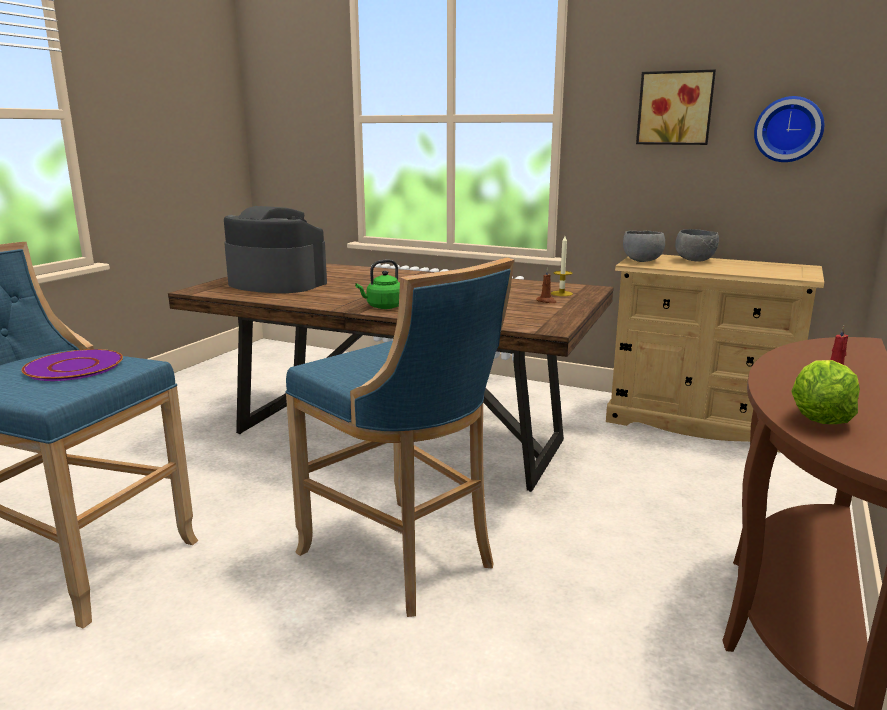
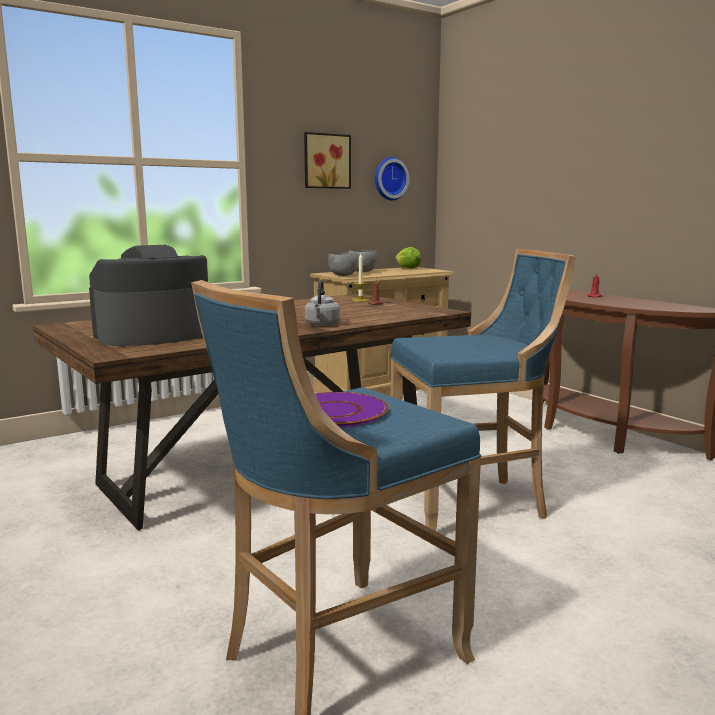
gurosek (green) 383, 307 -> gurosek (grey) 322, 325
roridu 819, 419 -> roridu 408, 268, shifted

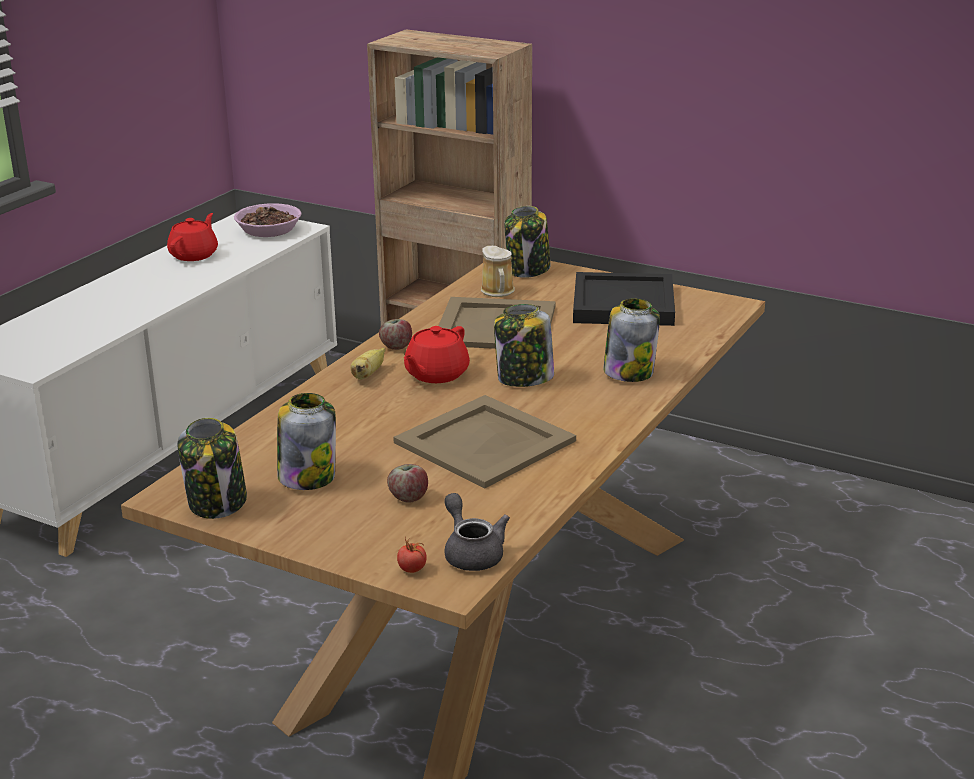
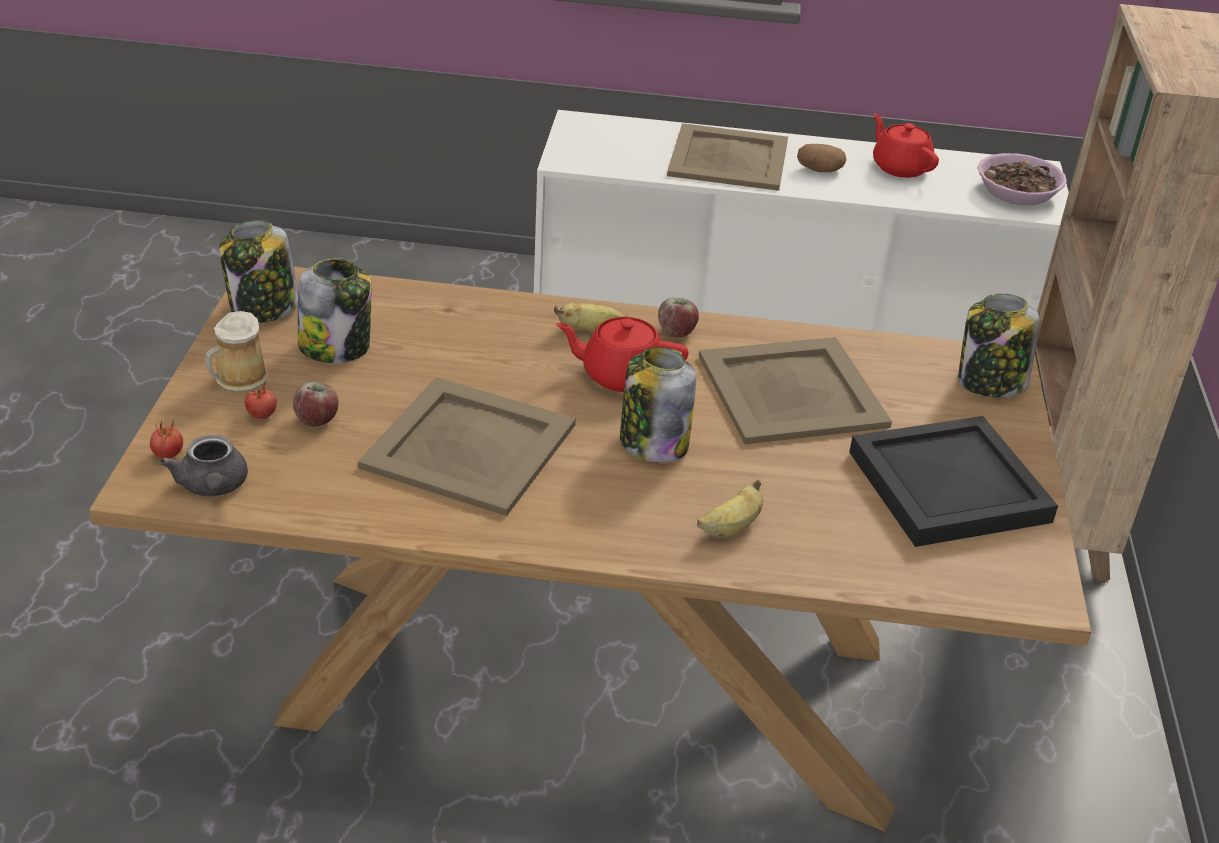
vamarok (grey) 471, 553 -> vamarok (grey) 212, 487, 120 degrees clockwise
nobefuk 498, 292 -> nobefuk 238, 379, shifted
none -> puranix 261, 415
none -> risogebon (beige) 729, 159
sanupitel 629, 372 -> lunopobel 730, 528
none -> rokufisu 819, 170
vamarok (red) 194, 255 -> vamarok (red) 900, 167, 120 degrees counterclockwise

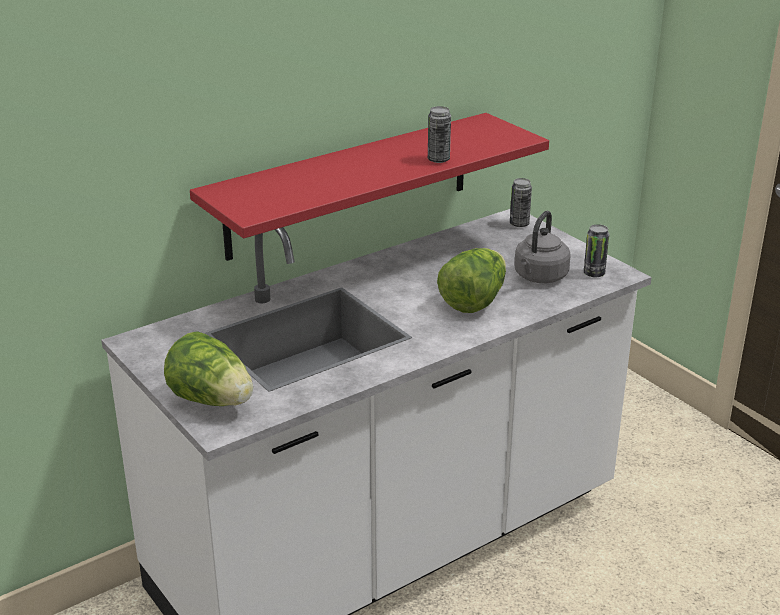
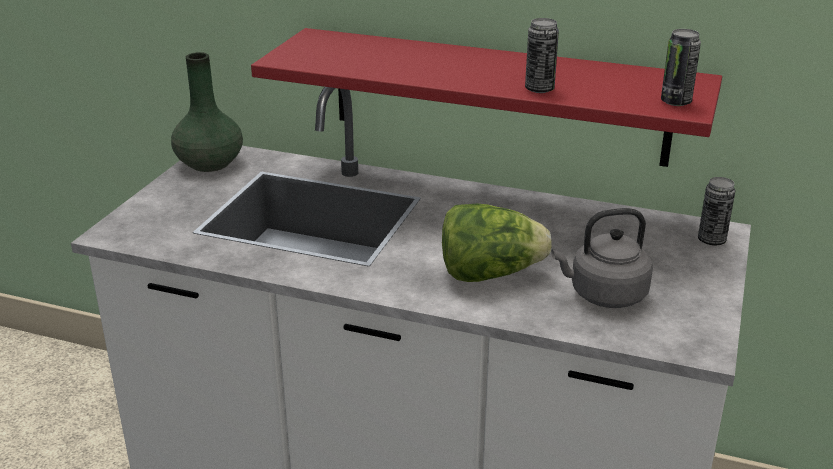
none -> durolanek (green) 209, 164
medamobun 594, 274 -> medamobun 676, 102, shifted
roridu 212, 400 -> none

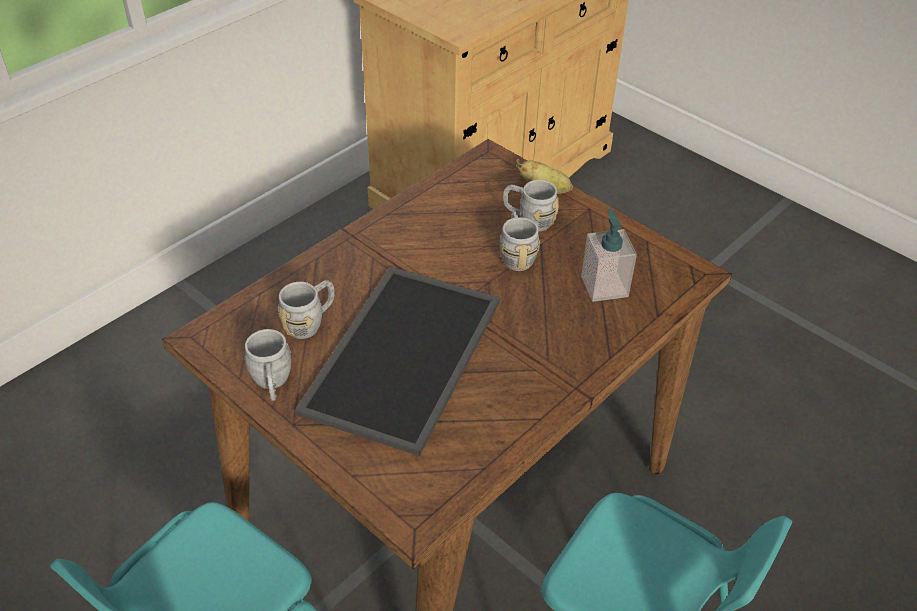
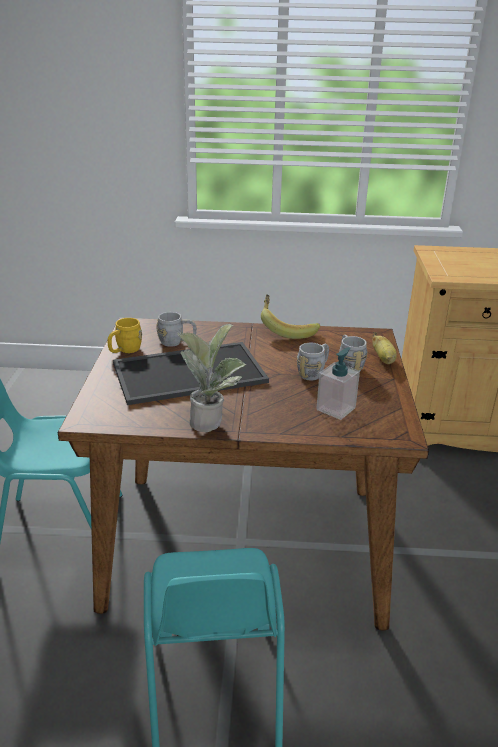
nobefuk (grey) 272, 384 -> nobefuk (yellow) 125, 350
none -> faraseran 212, 420
none -> lunopobel 287, 329

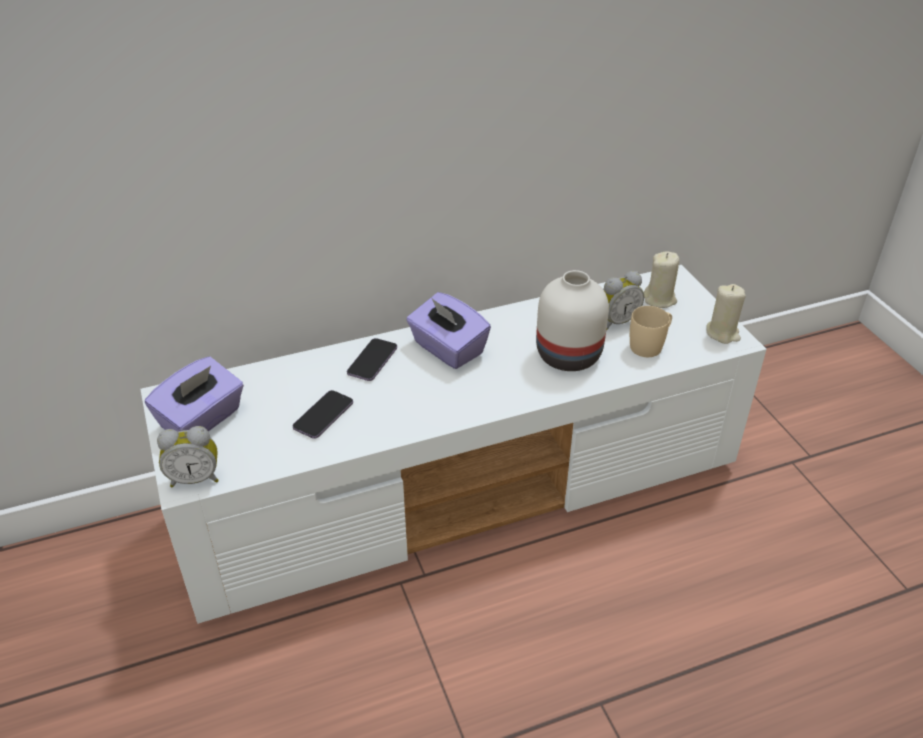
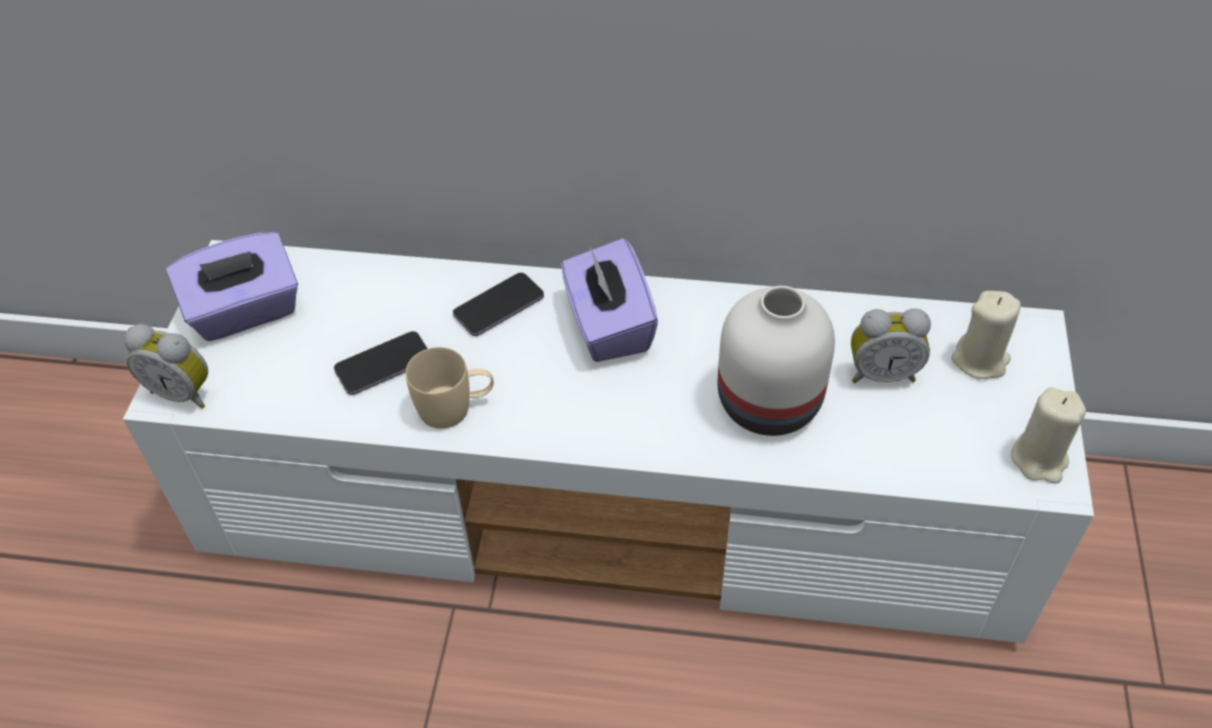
nobefuk (beige) 650, 345 -> nobefuk (beige) 455, 407, shifted

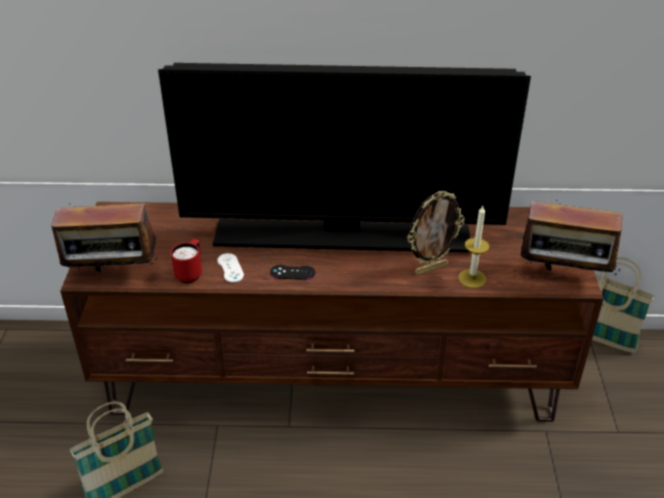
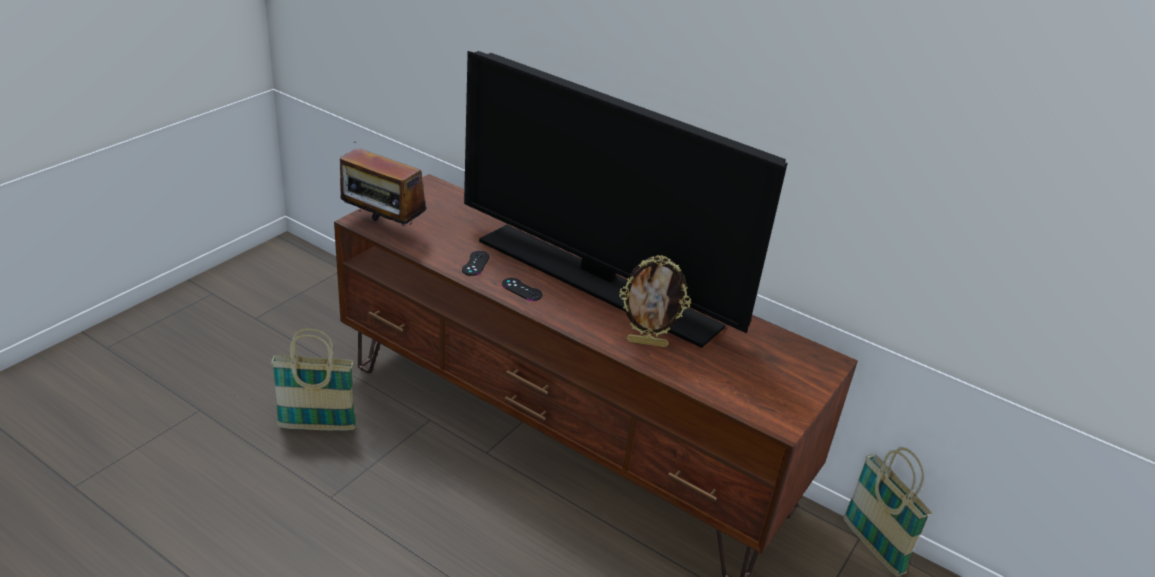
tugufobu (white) 230, 268 -> tugufobu (black) 475, 263
nobefuk (red) 190, 273 -> none
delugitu 472, 278 -> none
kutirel 563, 276 -> none

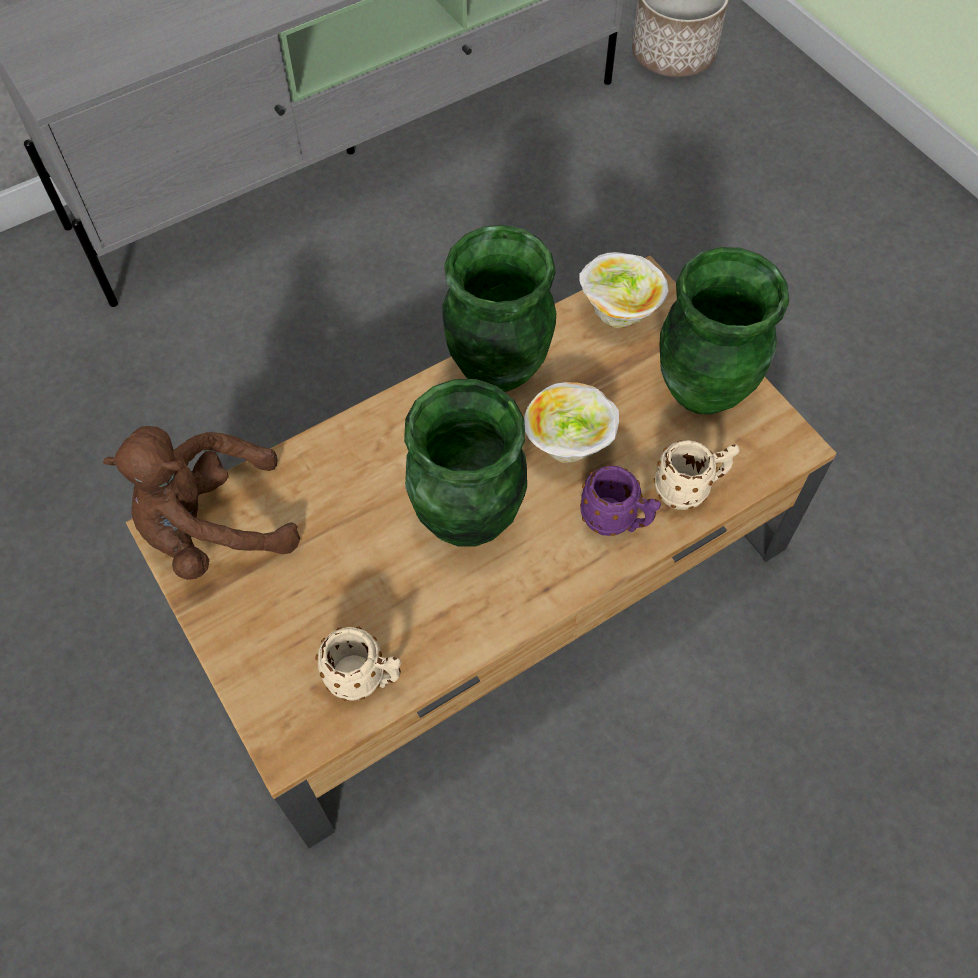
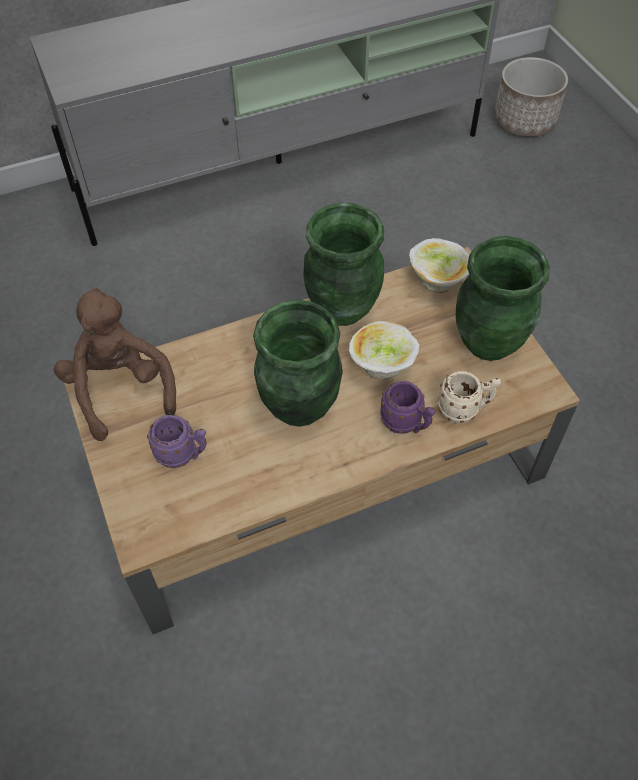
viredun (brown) 213, 528 -> viredun (brown) 120, 389, 75 degrees clockwise
none -> nobefuk (purple) 183, 455
nobefuk (beige) 365, 679 -> none

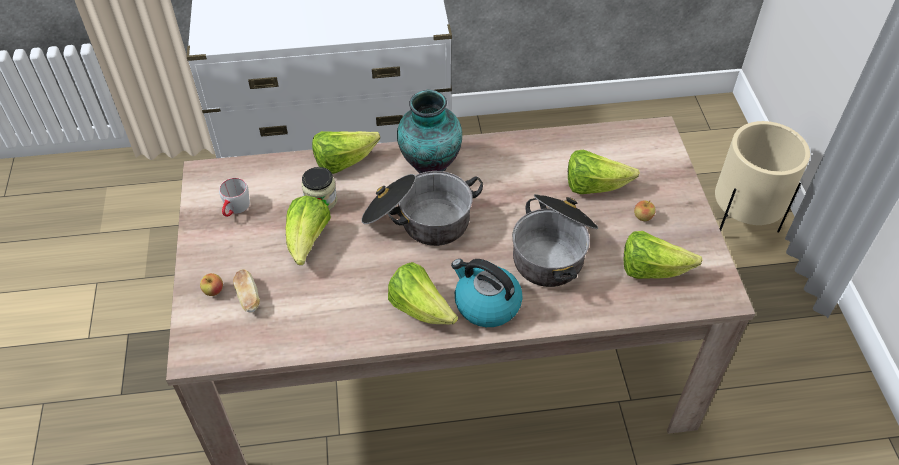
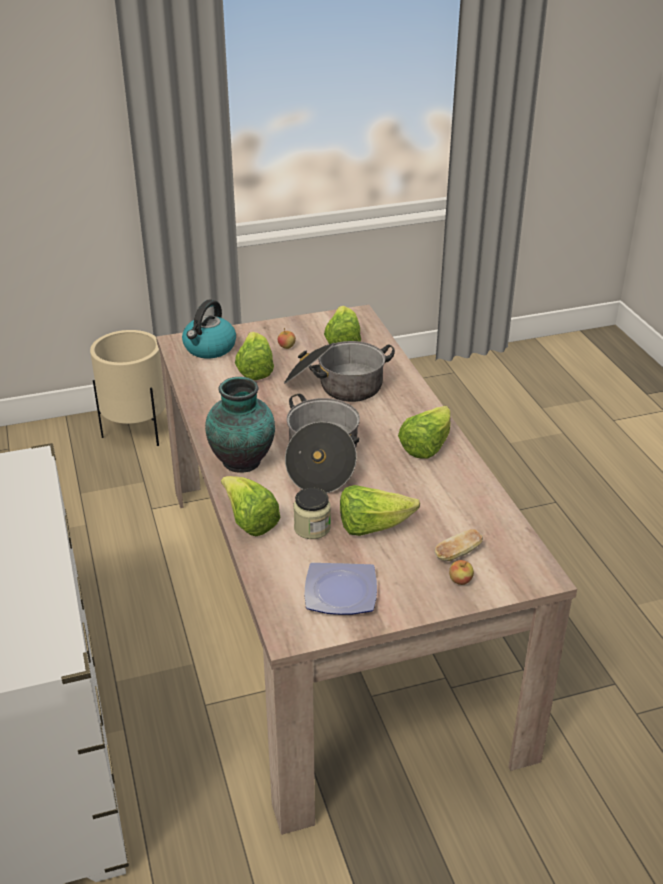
gurosek 486, 304 -> gurosek 209, 348, shifted
nobefuk (grey) 235, 209 -> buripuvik 342, 591

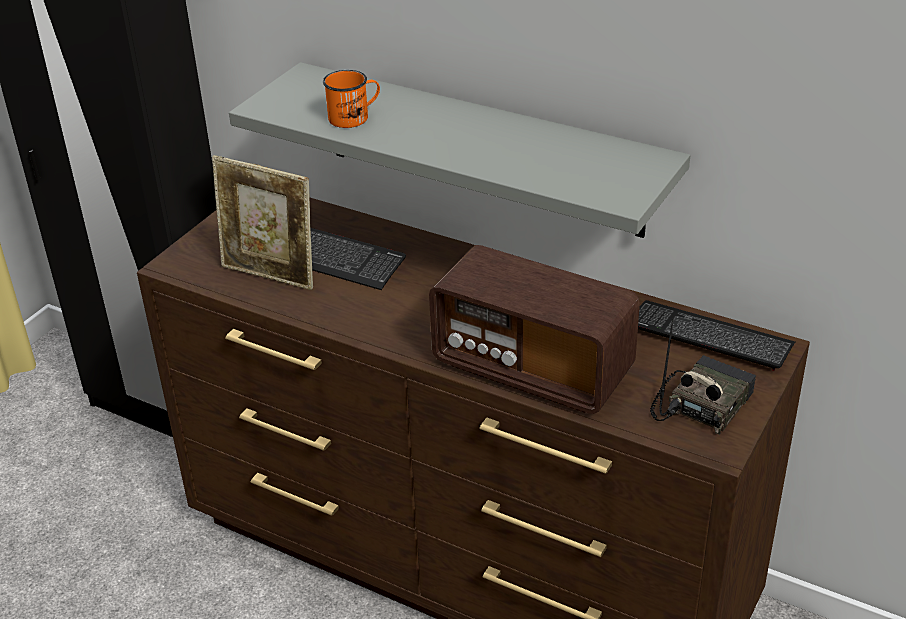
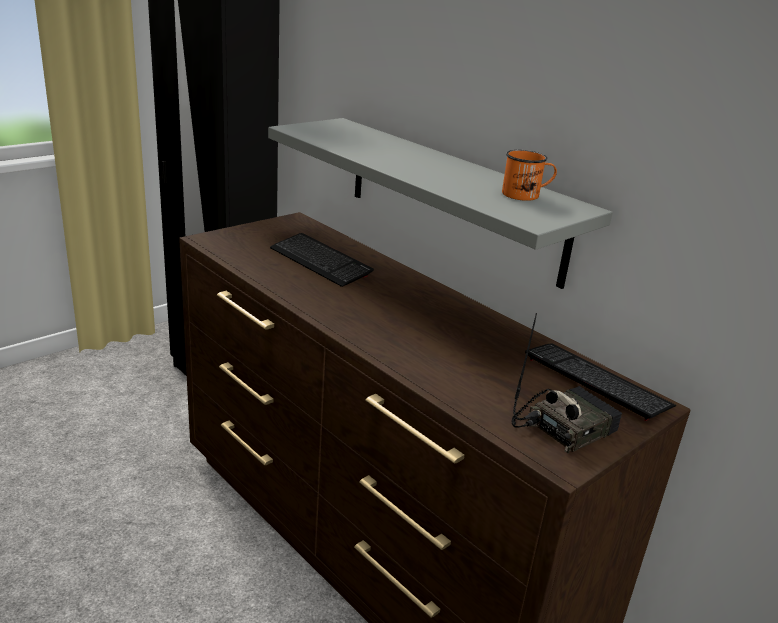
nobefuk (orange) 354, 117 -> nobefuk (orange) 526, 195, shifted
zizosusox 270, 275 -> none
kutirel 532, 369 -> none

